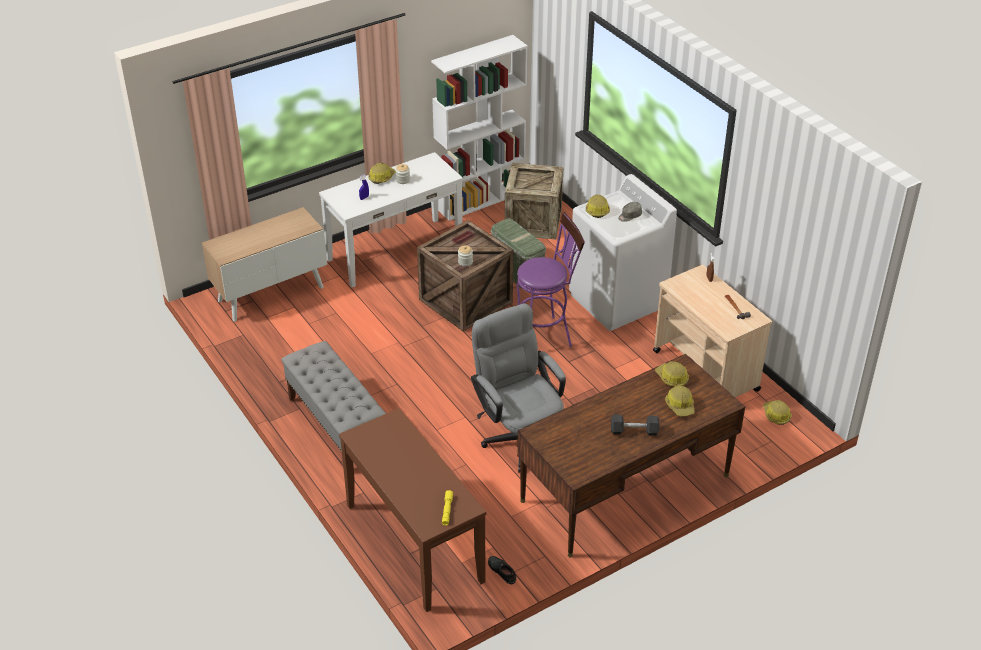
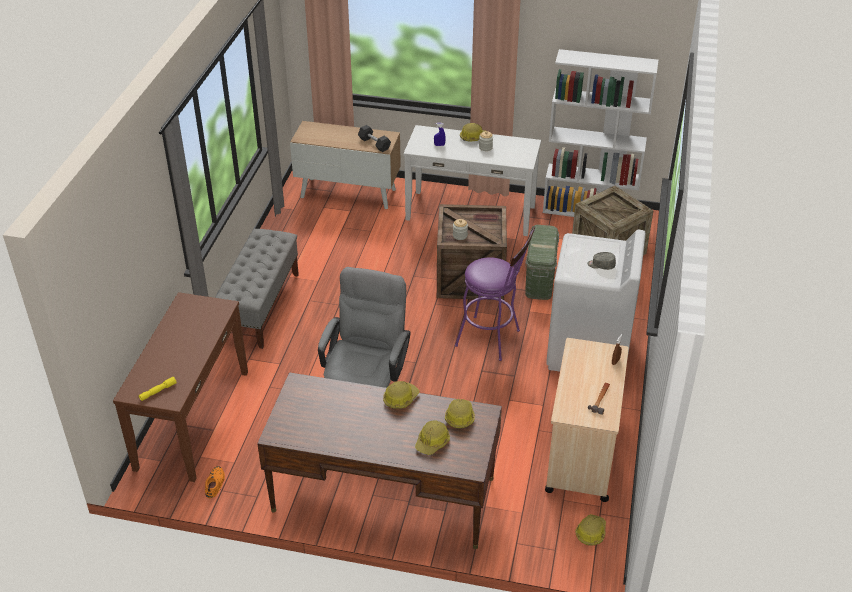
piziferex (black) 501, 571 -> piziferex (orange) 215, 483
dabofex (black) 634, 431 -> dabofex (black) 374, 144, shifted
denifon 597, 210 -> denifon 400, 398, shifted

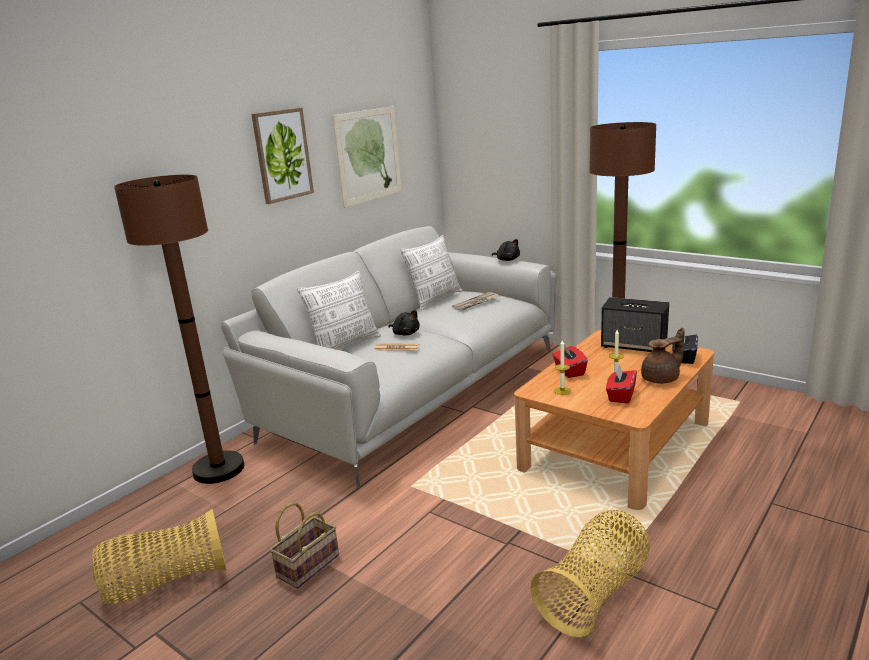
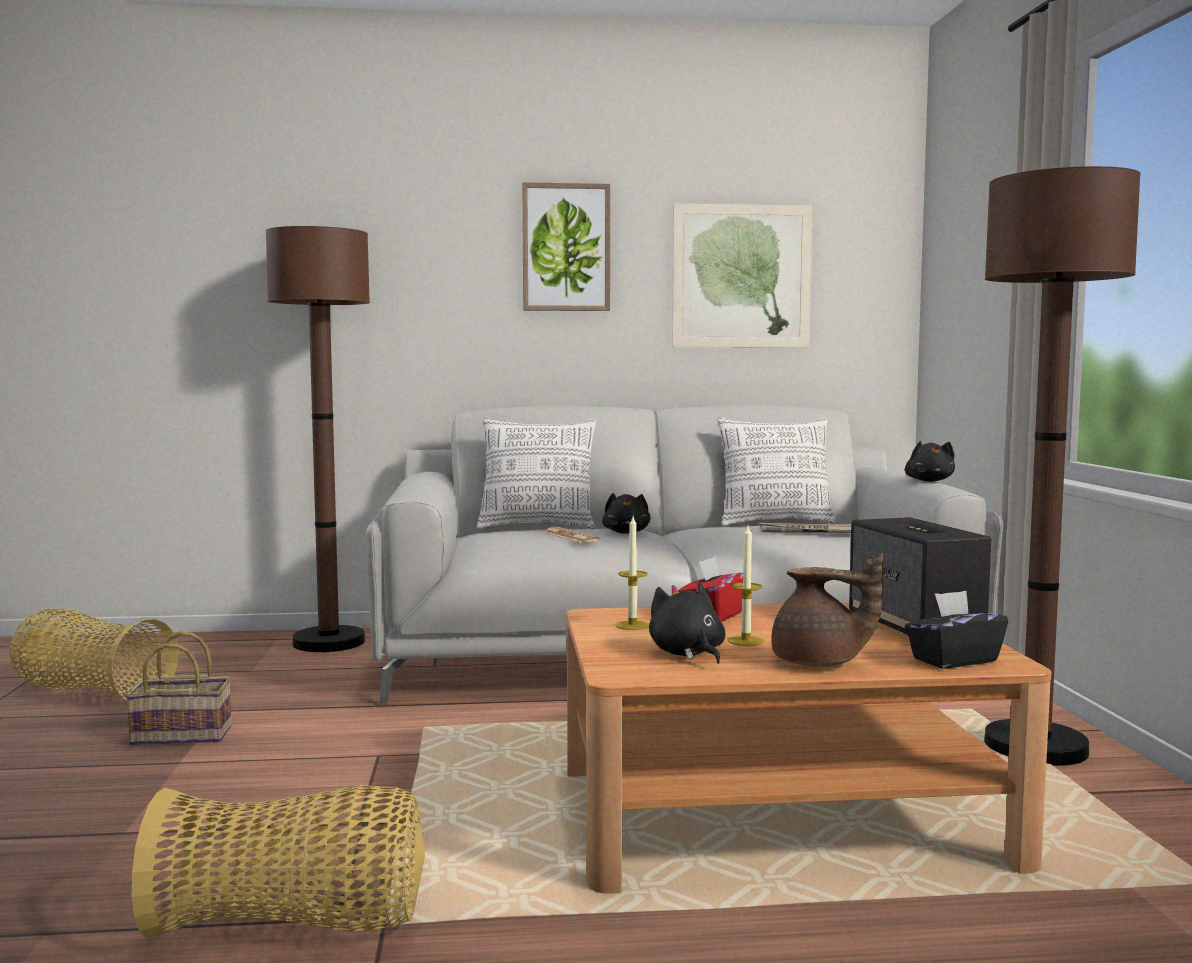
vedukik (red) 620, 396 -> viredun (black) 687, 654

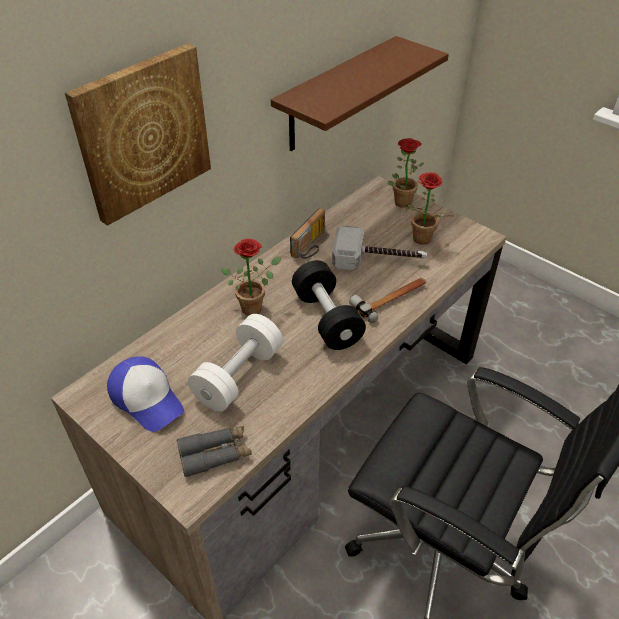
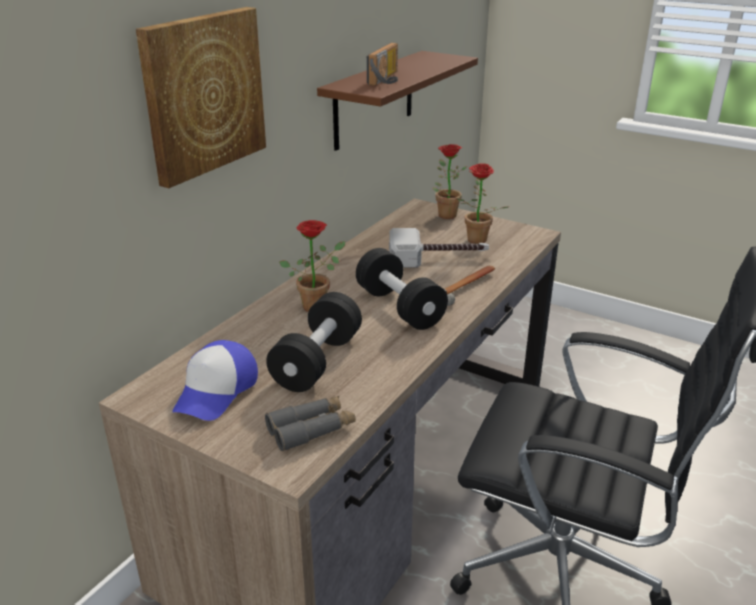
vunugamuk 147, 399 -> vunugamuk 217, 391, 75 degrees clockwise
dabofex (white) 238, 376 -> dabofex (black) 317, 361
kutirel 311, 245 -> kutirel 388, 79, shifted

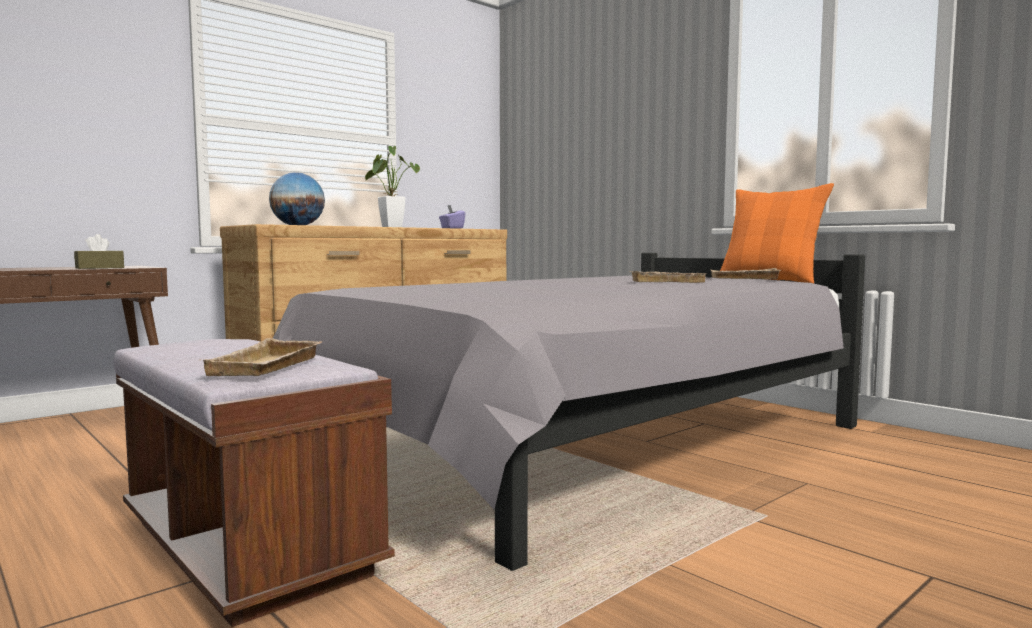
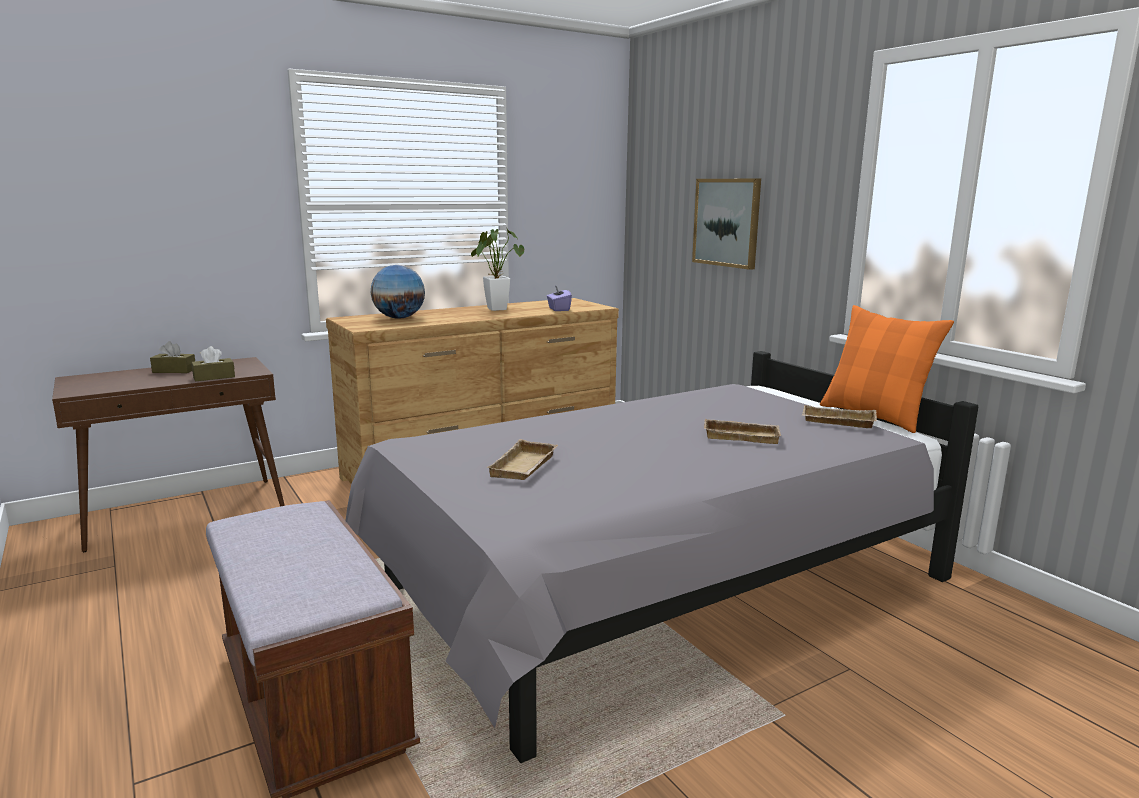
none -> vedukik (brown) 174, 370
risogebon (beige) 268, 367 -> risogebon (beige) 525, 467, shifted
none -> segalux 727, 222

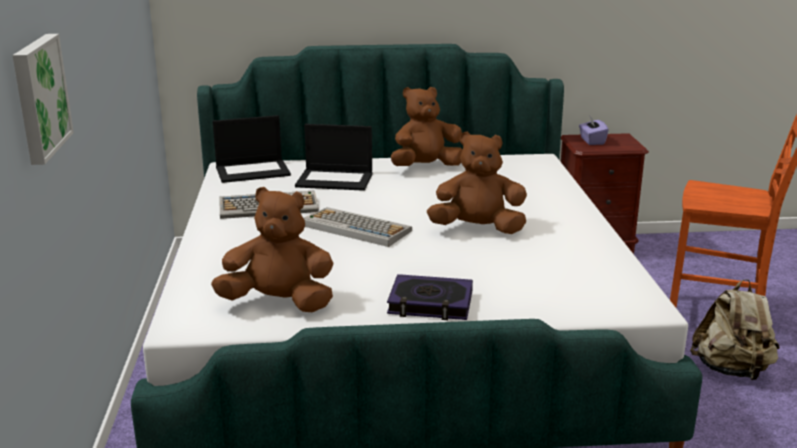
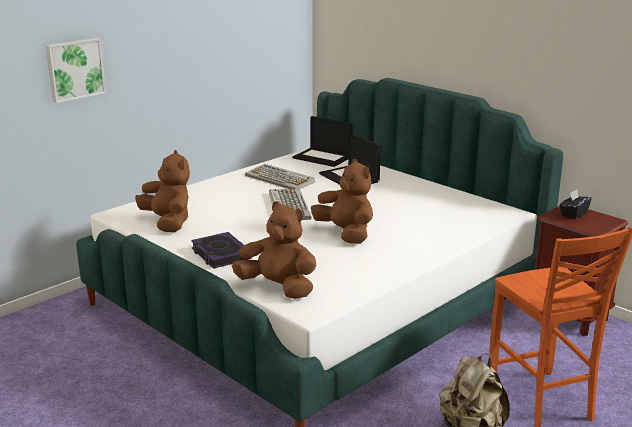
viredun (brown) 425, 167 -> viredun (brown) 278, 288, shifted
vedukik (purple) 592, 141 -> vedukik (black) 573, 214

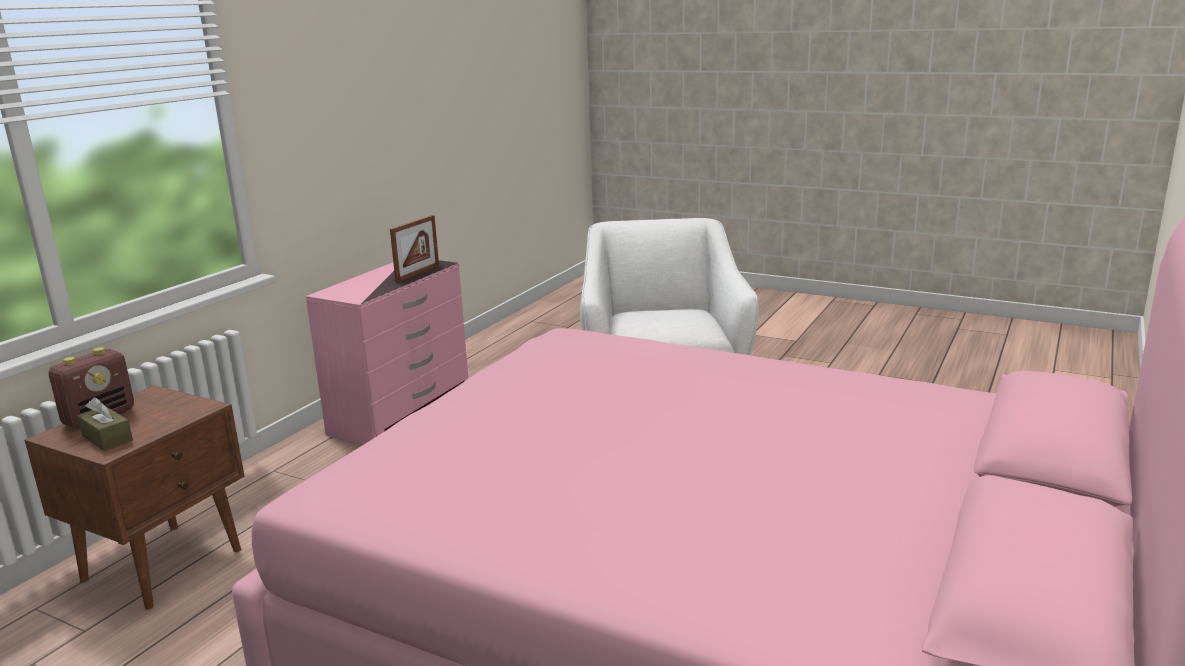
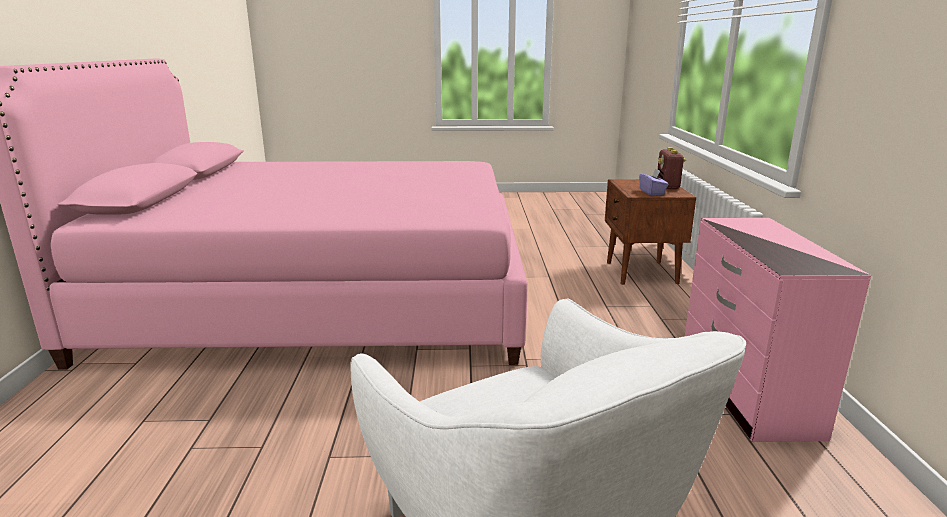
none -> vedukik (purple) 652, 192
vedukik (brown) 107, 438 -> none
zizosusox 417, 273 -> none

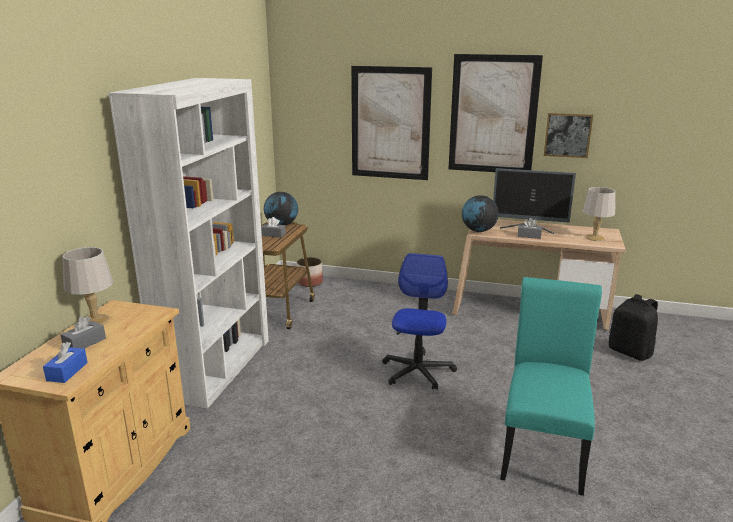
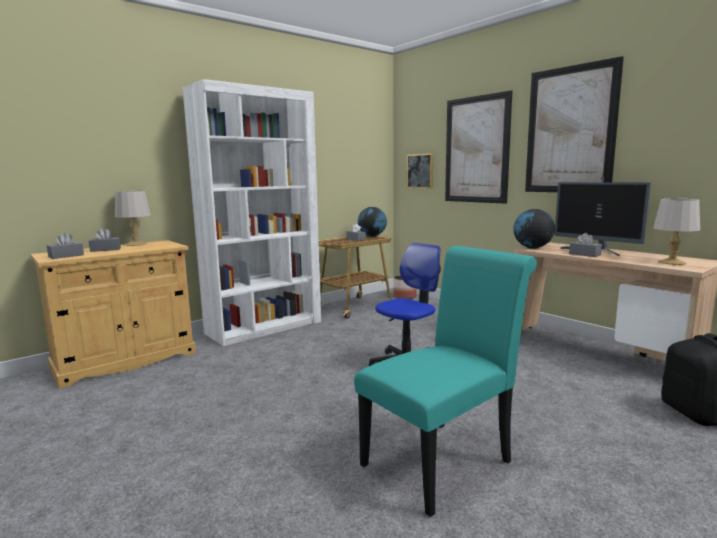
vedukik (blue) 67, 371 -> vedukik (grey) 66, 256
segalux 567, 135 -> segalux 420, 171, shifted

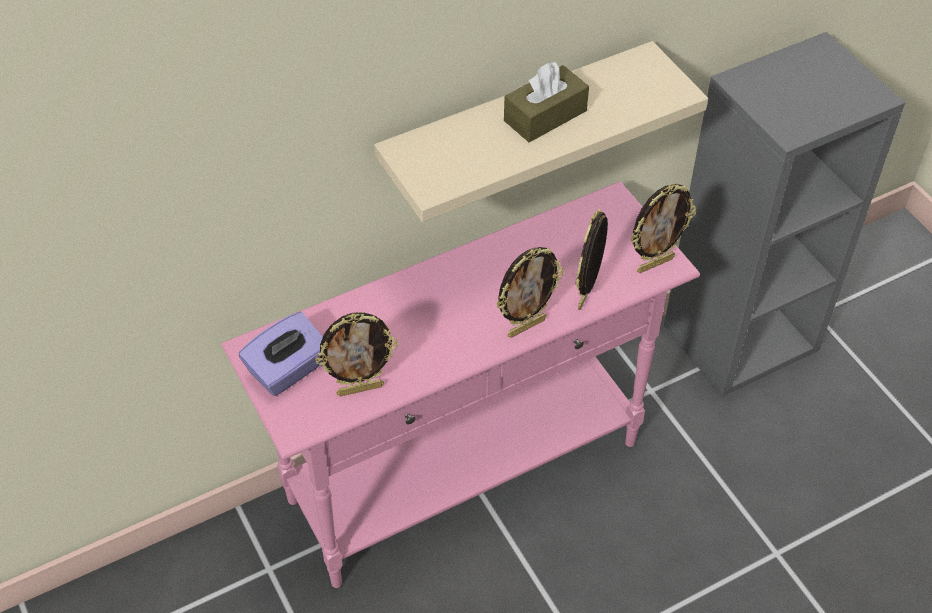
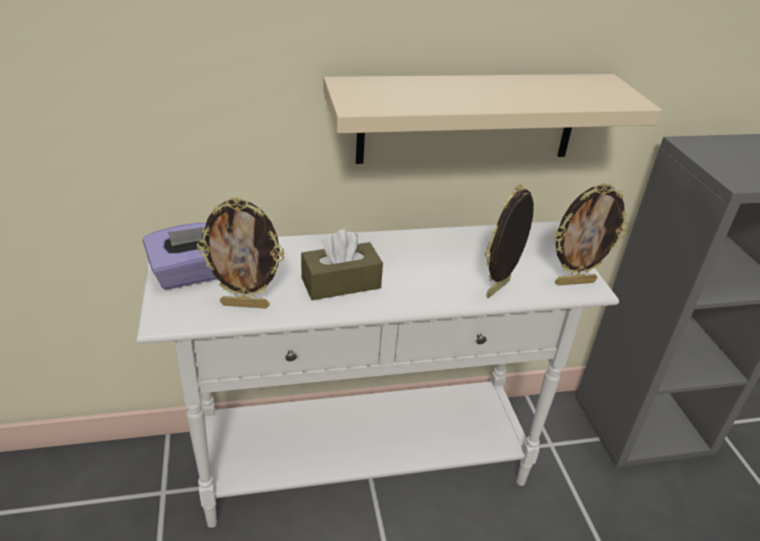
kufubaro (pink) 466, 472 -> kufubaro (white) 366, 463
vedukik (brown) 545, 116 -> vedukik (brown) 341, 283, shifted
zizosusox 526, 326 -> none

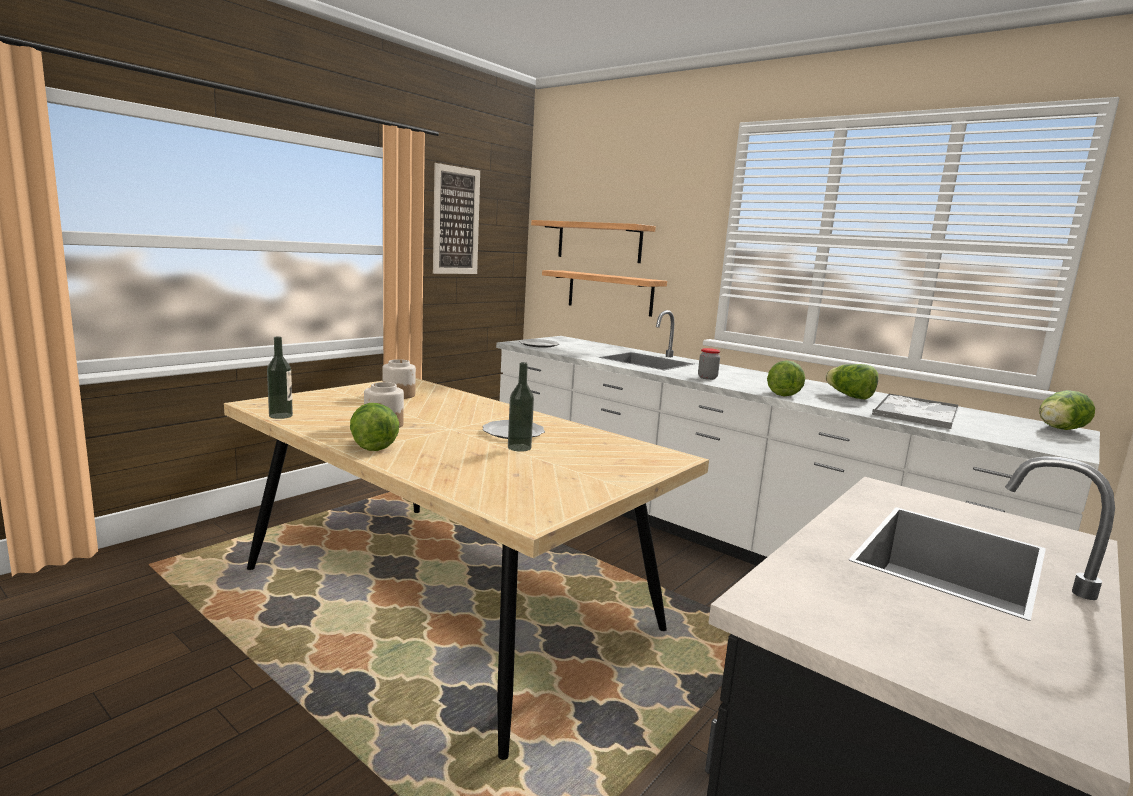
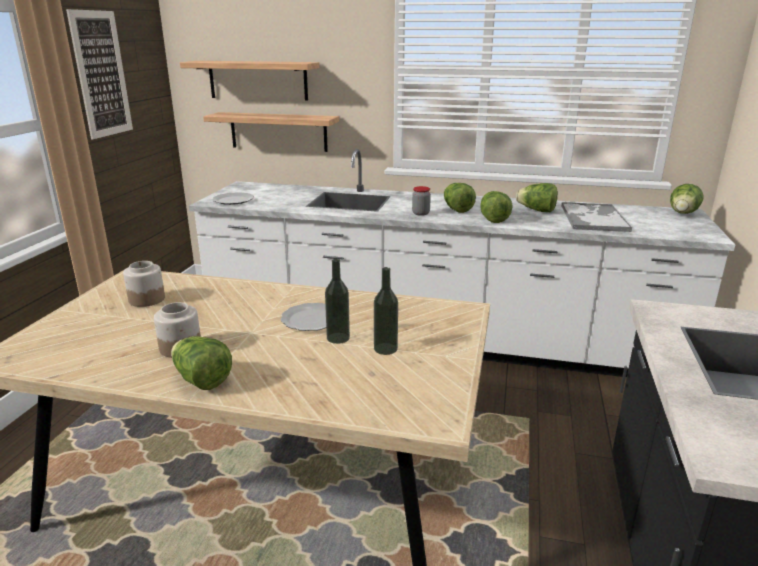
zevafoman 281, 416 -> zevafoman 385, 349, shifted
none -> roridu 456, 209

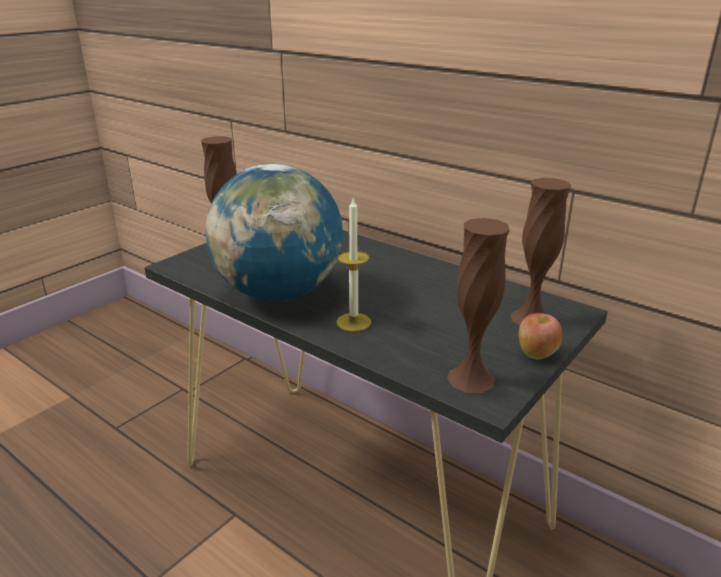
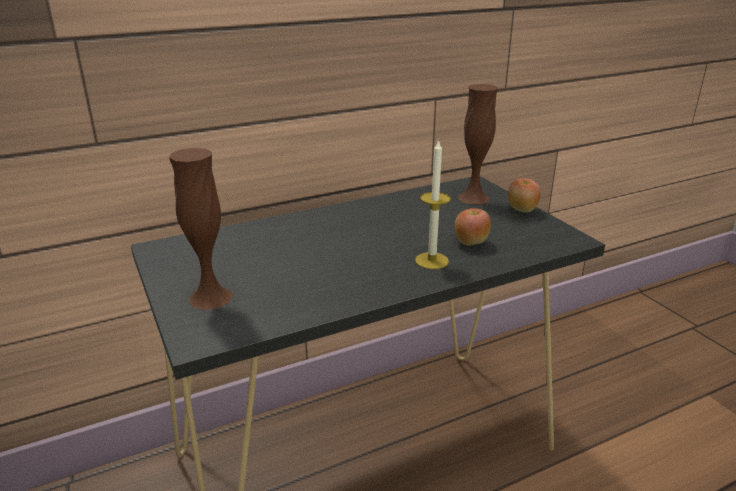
none -> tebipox 471, 242
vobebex 279, 293 -> none
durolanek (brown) 471, 378 -> none

